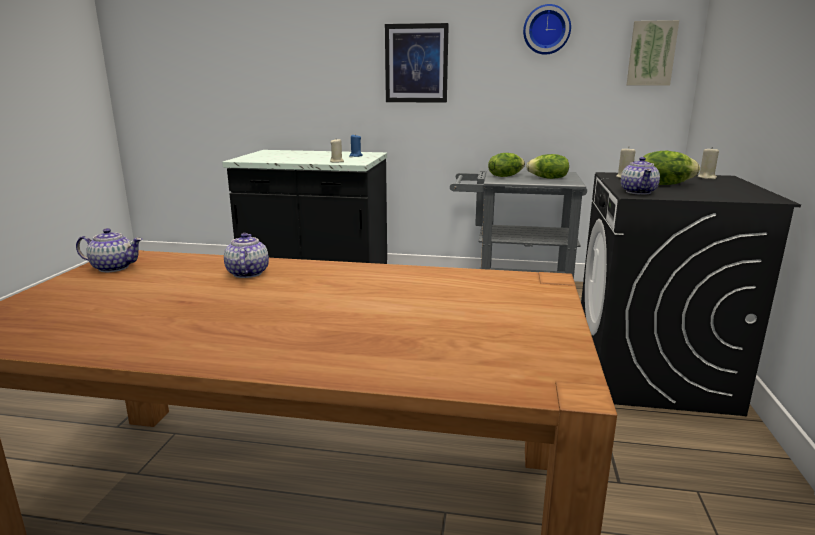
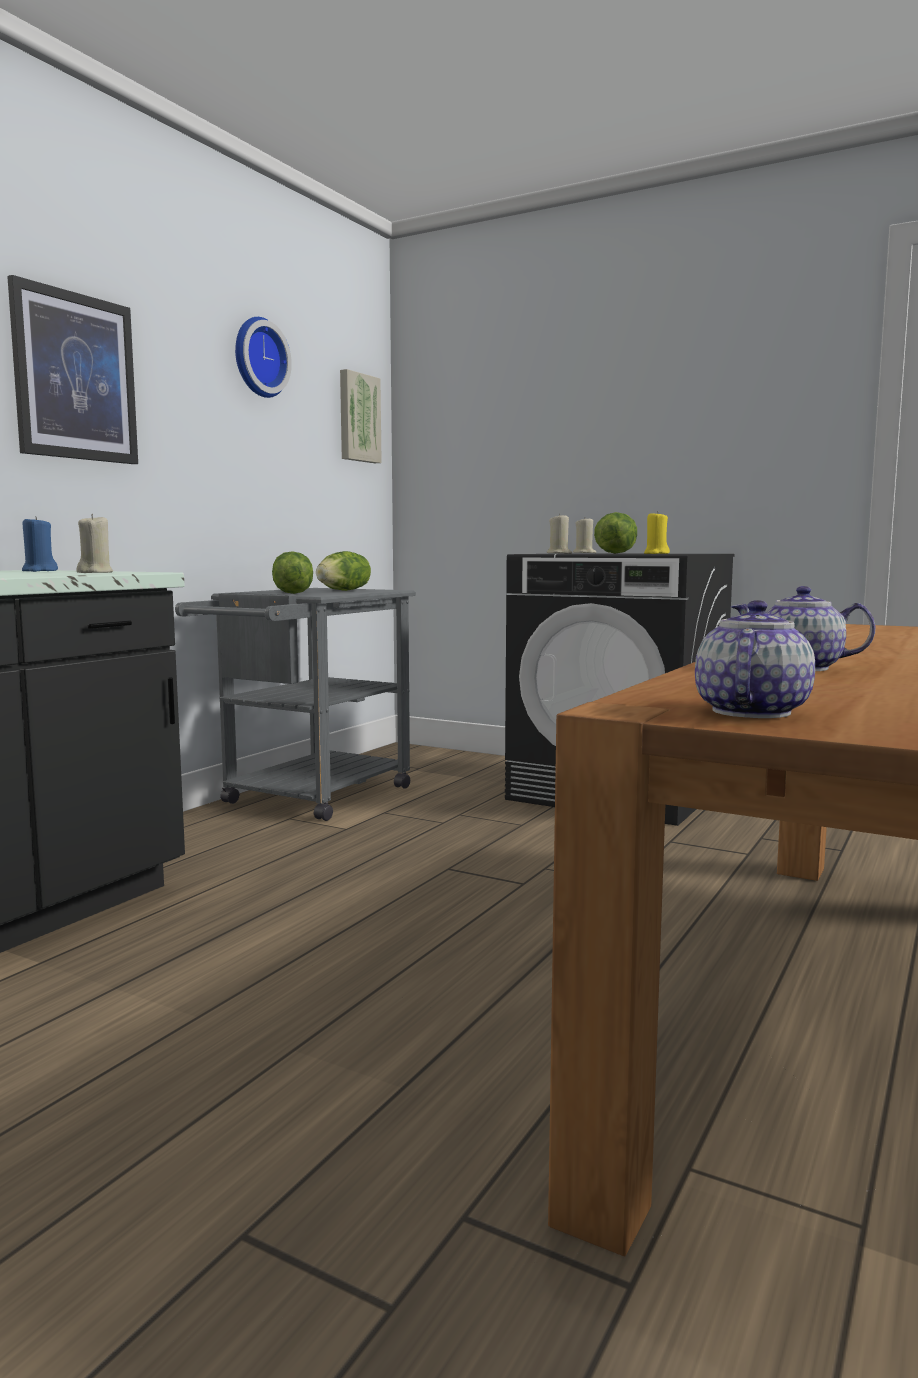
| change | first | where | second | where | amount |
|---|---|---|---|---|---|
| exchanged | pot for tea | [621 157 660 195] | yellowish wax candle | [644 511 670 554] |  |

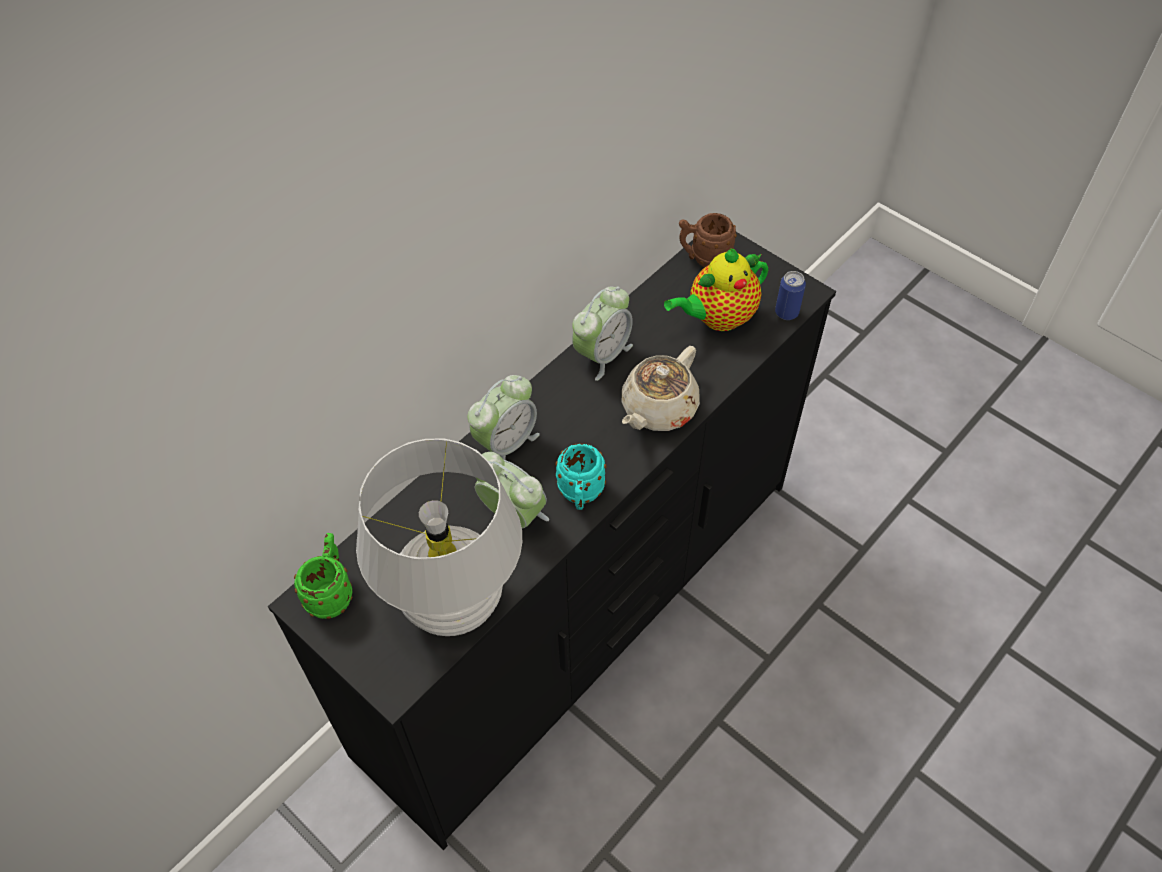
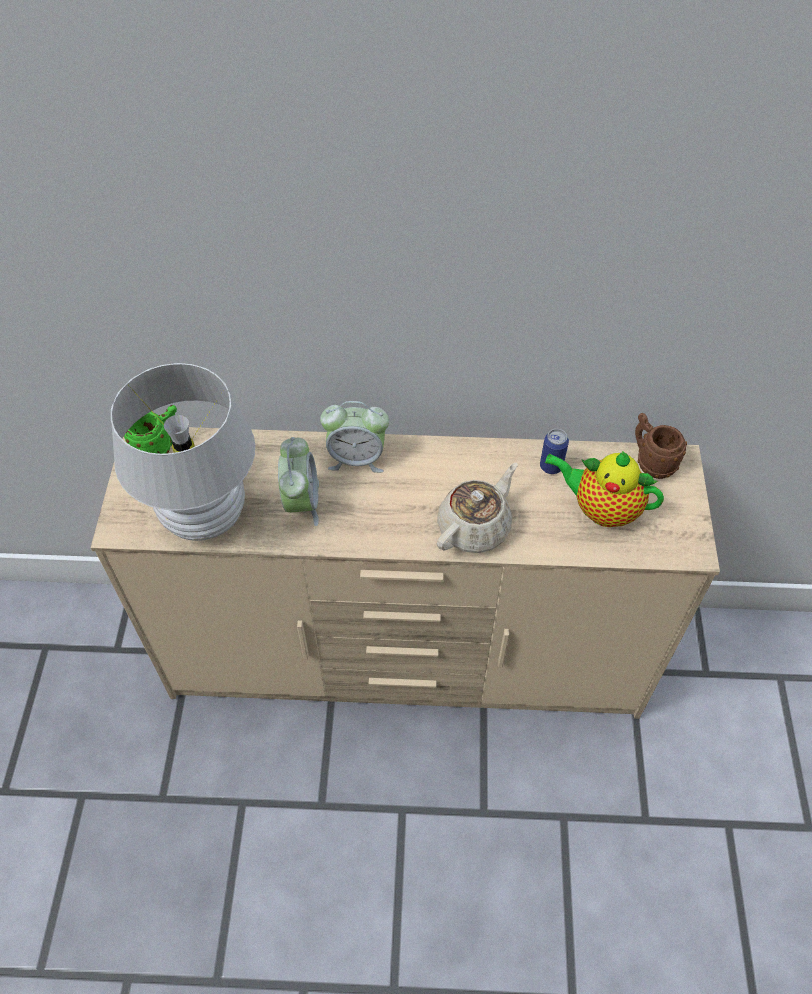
| change | first | where | second | where | amount |
|---|---|---|---|---|---|
| colour | blackish drawer chest | [268 232 836 850] | beige drawer chest | [90 427 720 719] |  |
| spun | beige pot for tea | [622 346 700 431] |  | [437 463 518 553] | 135 degrees clockwise |
| relocated | sealed can | [775 271 806 320] |  | [540 429 569 474] |  |
| missing | blue-green coffee mug | [555 443 607 510] |  |  |  |
| missing | table clock | [572 287 633 381] |  |  |  |

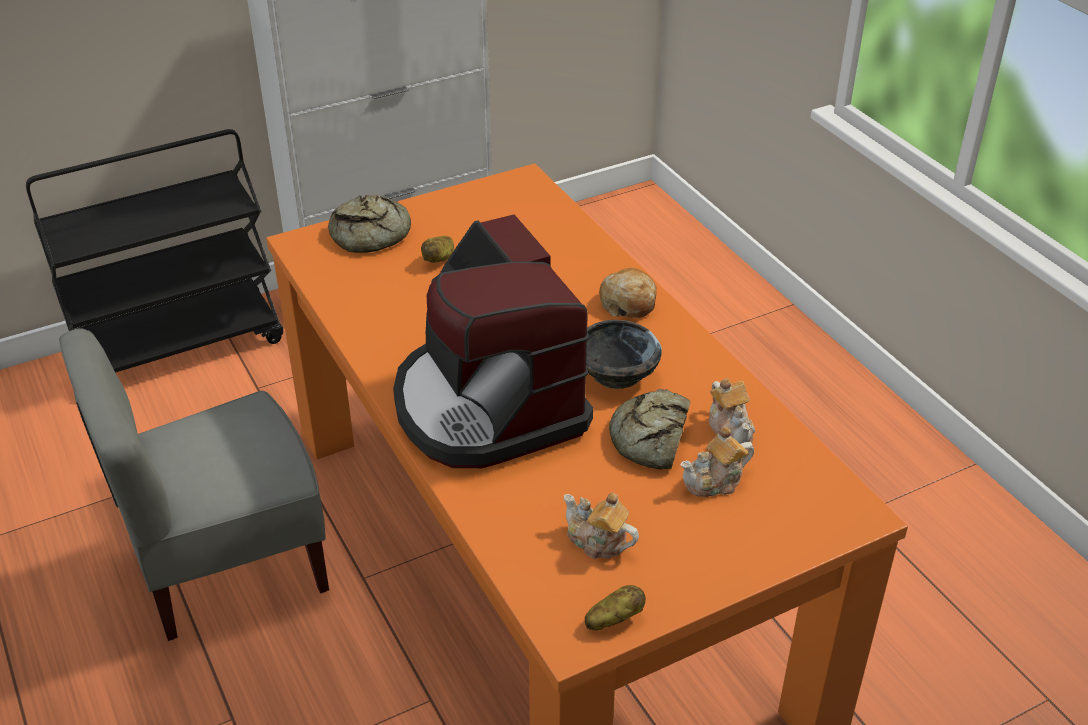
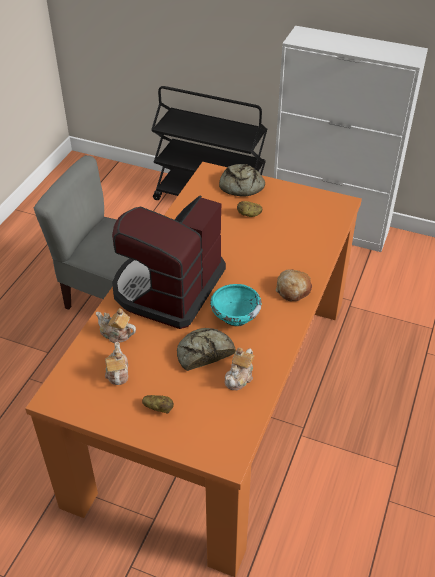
| change | first | where | second | where | amount |
|---|---|---|---|---|---|
| relocated | pot for tea | [681 426 754 497] |  | [96 308 136 343] |  |
| relocated | spud | [585 585 646 631] |  | [142 395 174 414] |  |
| colour | blackish bowl | [586 320 662 389] | blue-green bowl | [210 284 262 326] |  |

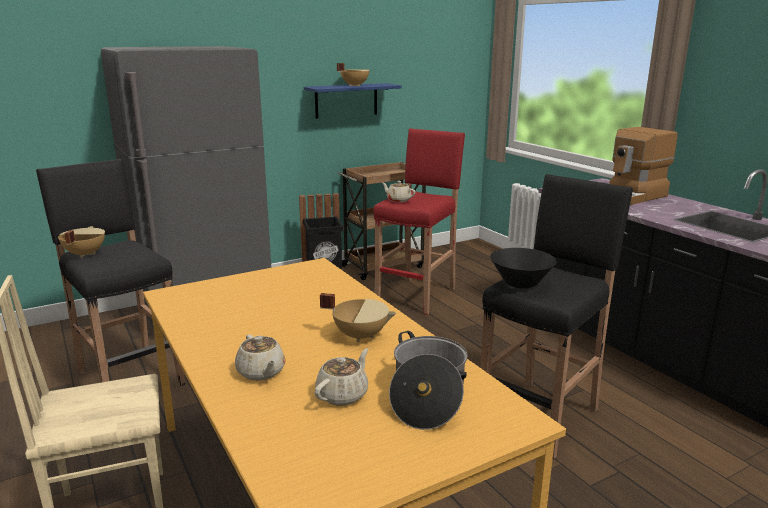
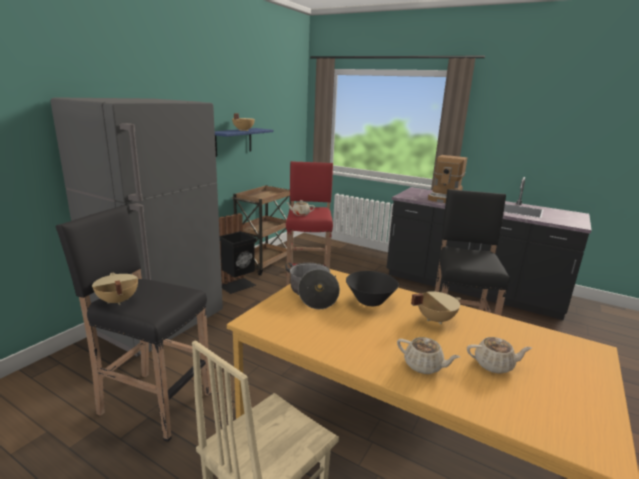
| change | first | where | second | where | amount |
|---|---|---|---|---|---|
| relocated | cooking pot | [389 331 468 430] |  | [285 262 340 309] |  |
| relocated | blackish bowl | [490 248 557 288] |  | [346 271 399 306] |  |
| spun | beige pot for tea | [314 348 369 405] |  | [467 337 532 374] | 90 degrees clockwise |

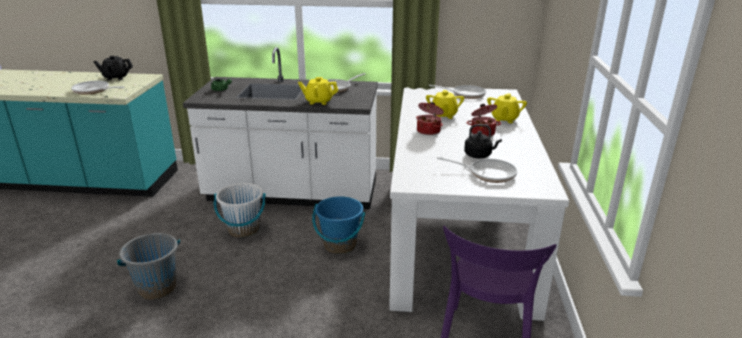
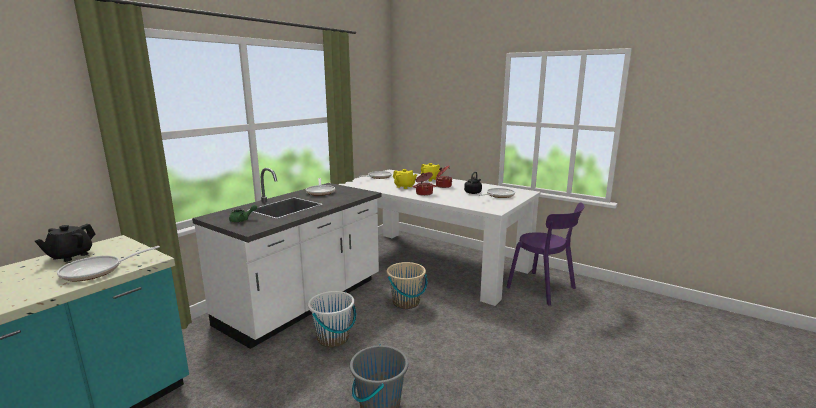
| change | first | where | second | where | amount |
|---|---|---|---|---|---|
| colour | bluish pail | [312 196 365 254] | beige pail | [387 262 427 309] |  |
| missing | yellowish pot for tea | [298 77 339 105] |  |  |  |

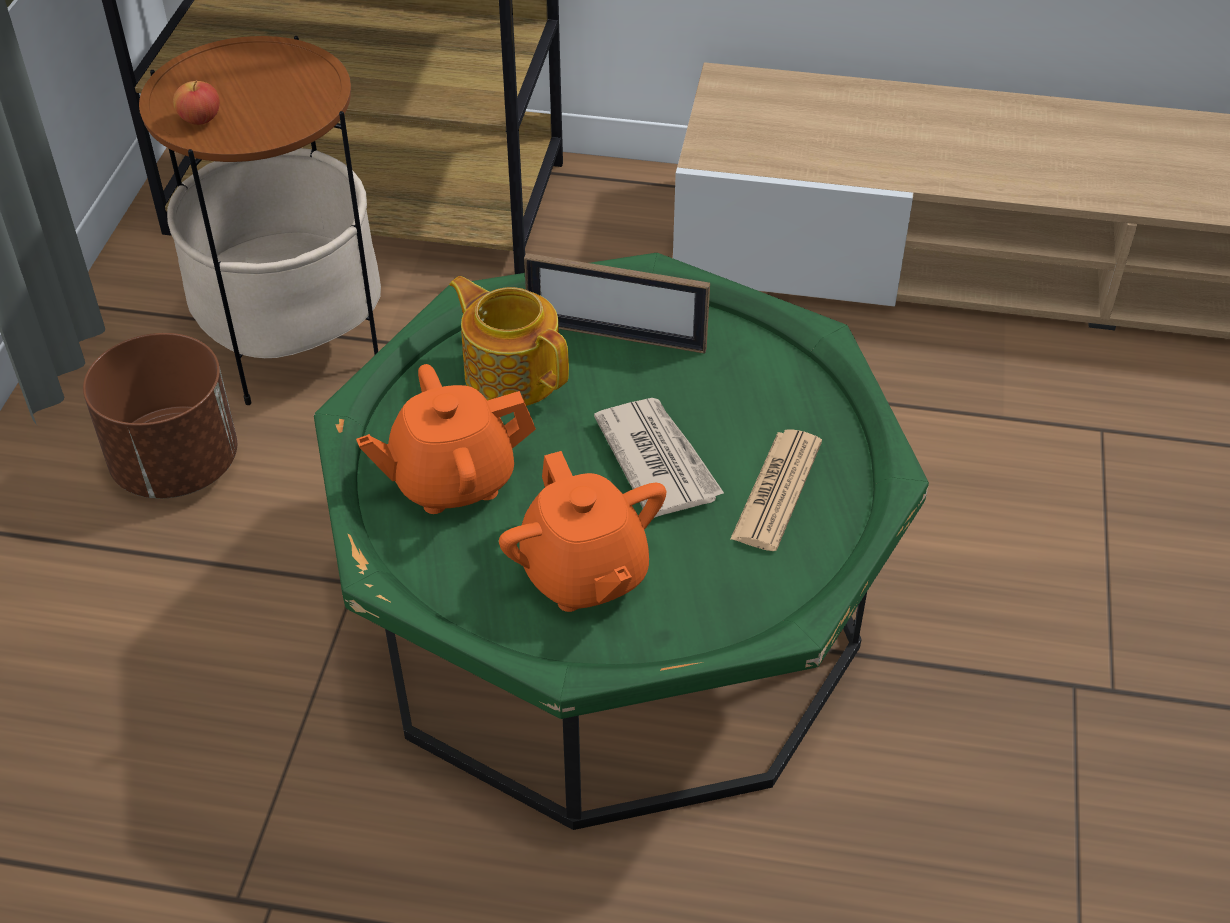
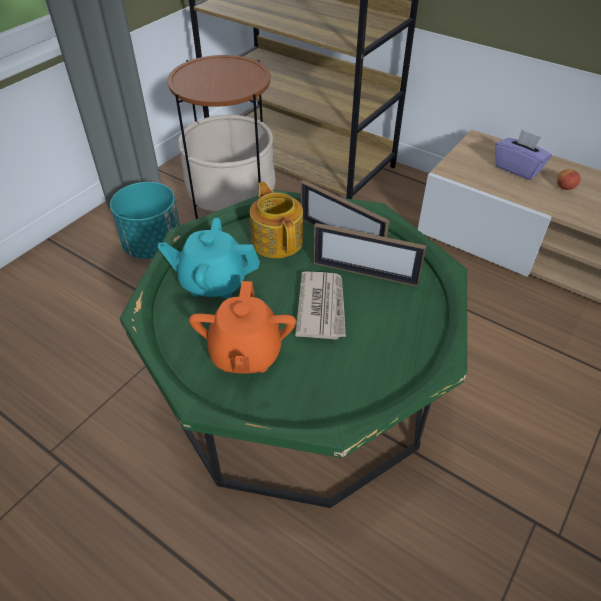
| change | first | where | second | where | amount |
|---|---|---|---|---|---|
| colour | brown flower pot | [83 333 237 499] | blue-green flower pot | [110 182 180 259] |  |
| colour | orangey pot for tea | [356 364 536 514] | blue-green pot for tea | [158 218 260 299] |  |
| appeared |  |  | photo frame | [313 223 426 287] |  |
| appeared |  |  | purple tissue holder | [495 130 552 180] |  |
| relocated | whole apple | [173 81 220 125] |  | [557 169 580 190] |  |
| missing | newspaper | [730 429 822 551] |  |  |  |

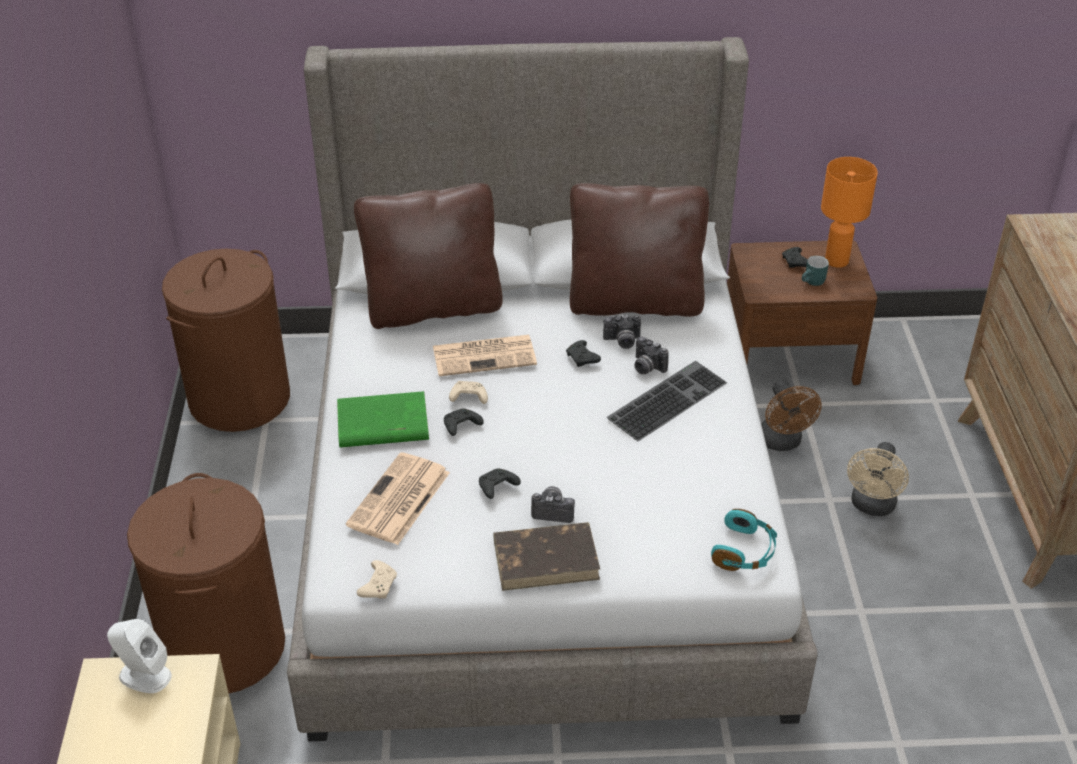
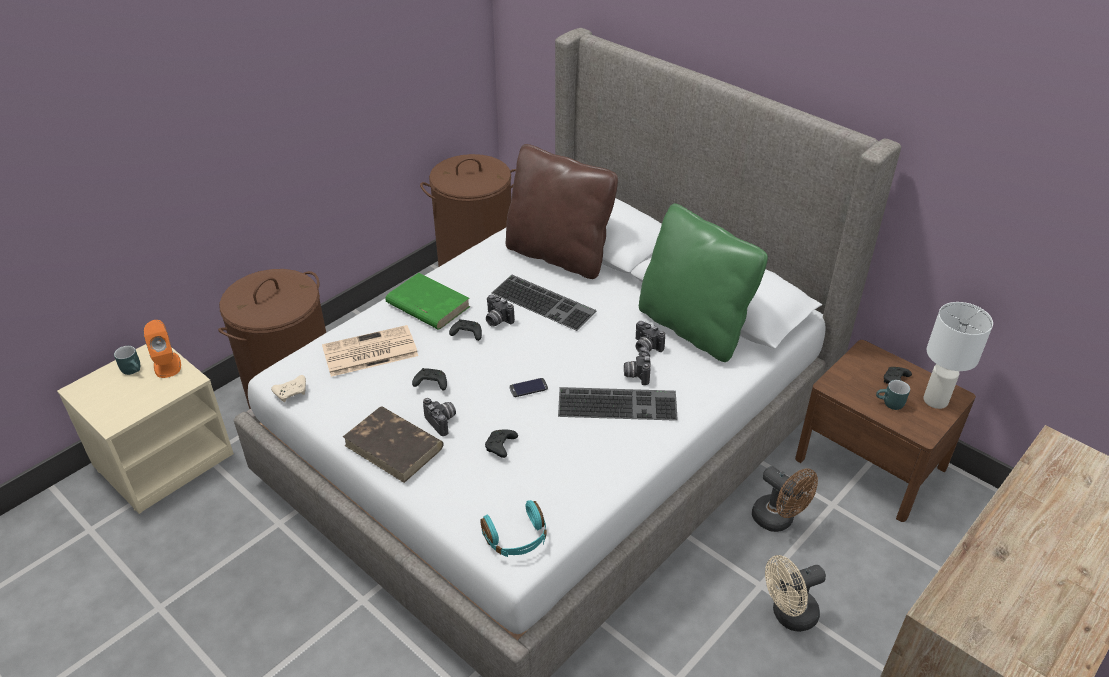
| change | first | where | second | where | amount |
|---|---|---|---|---|---|
| appeared |  |  | blue-green coffee mug | [114 346 140 375] |  |
| colour | white loudspeaker | [107 619 172 693] | orangey loudspeaker | [144 320 181 378] |  |
| relocated | blackish joypad | [566 340 601 367] |  | [485 430 518 458] |  |
| exchanged | beige joypad | [449 381 488 404] | still camera | [486 294 515 326] |  |
| exchanged | newspaper | [433 335 537 376] | PC keyboard | [491 275 597 331] |  |
| appeared |  |  | phone | [509 378 548 397] |  |
| colour | brown cushion | [570 183 709 317] | greenish cushion | [639 204 768 362] |  |
| spun | brown electric fan | [761 380 822 451] |  | [752 466 818 532] | 75 degrees counterclockwise |
| colour | orangey lamp for a table | [821 157 878 268] | white lamp for a table | [923 302 993 409] |  |

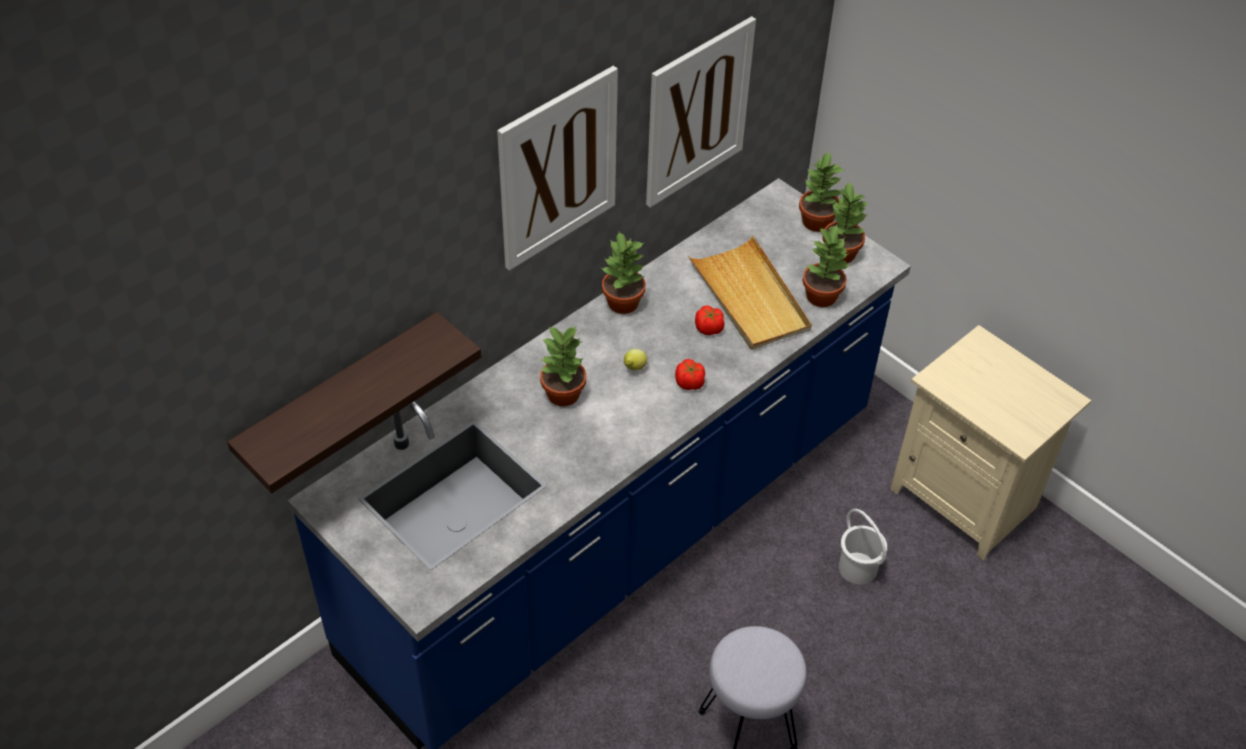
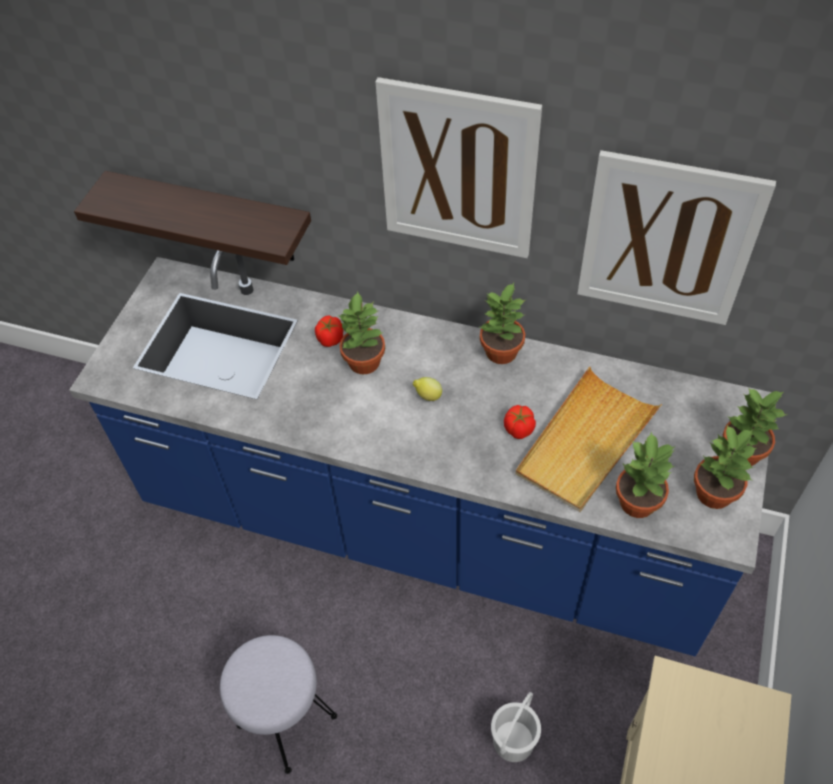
| change | first | where | second | where | amount |
|---|---|---|---|---|---|
| relocated | fresh tomato | [675 359 705 390] |  | [315 315 344 347] |  |

